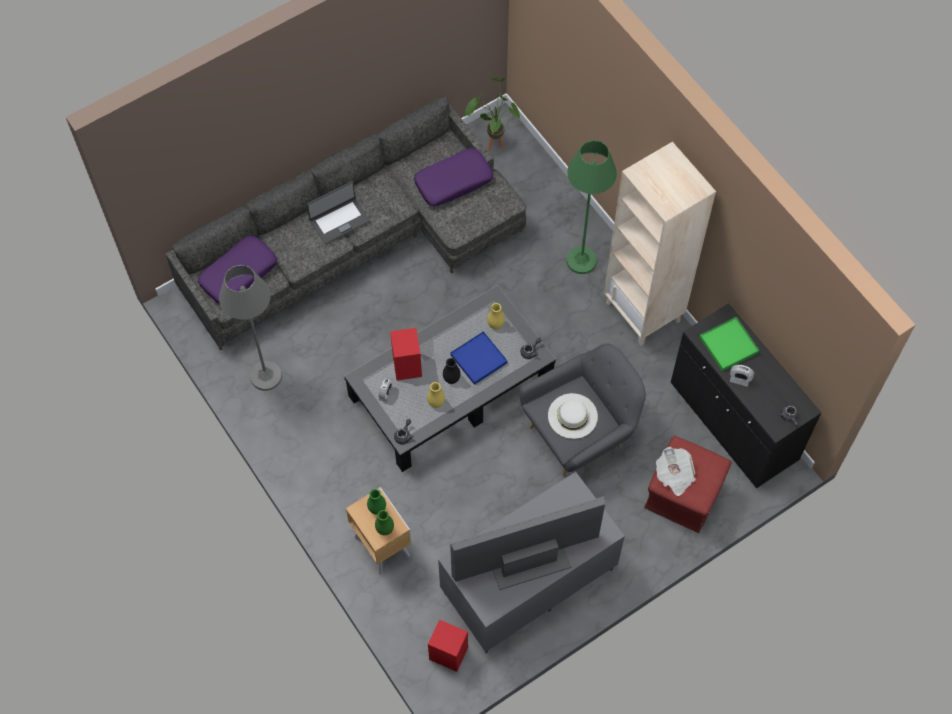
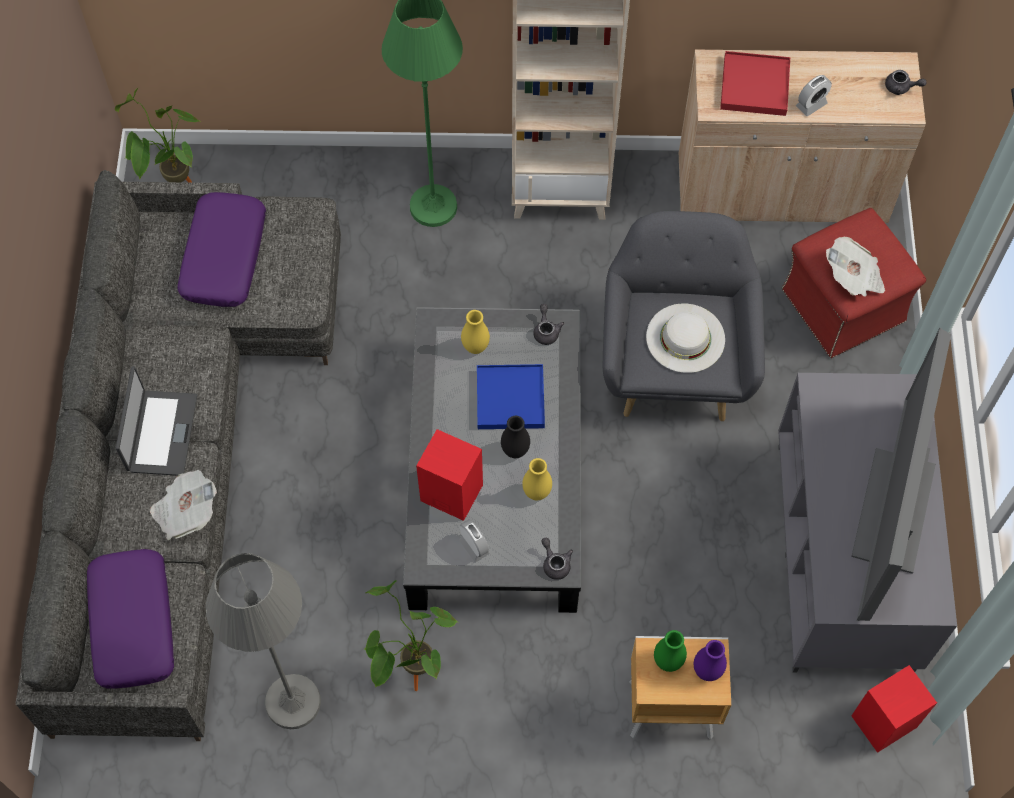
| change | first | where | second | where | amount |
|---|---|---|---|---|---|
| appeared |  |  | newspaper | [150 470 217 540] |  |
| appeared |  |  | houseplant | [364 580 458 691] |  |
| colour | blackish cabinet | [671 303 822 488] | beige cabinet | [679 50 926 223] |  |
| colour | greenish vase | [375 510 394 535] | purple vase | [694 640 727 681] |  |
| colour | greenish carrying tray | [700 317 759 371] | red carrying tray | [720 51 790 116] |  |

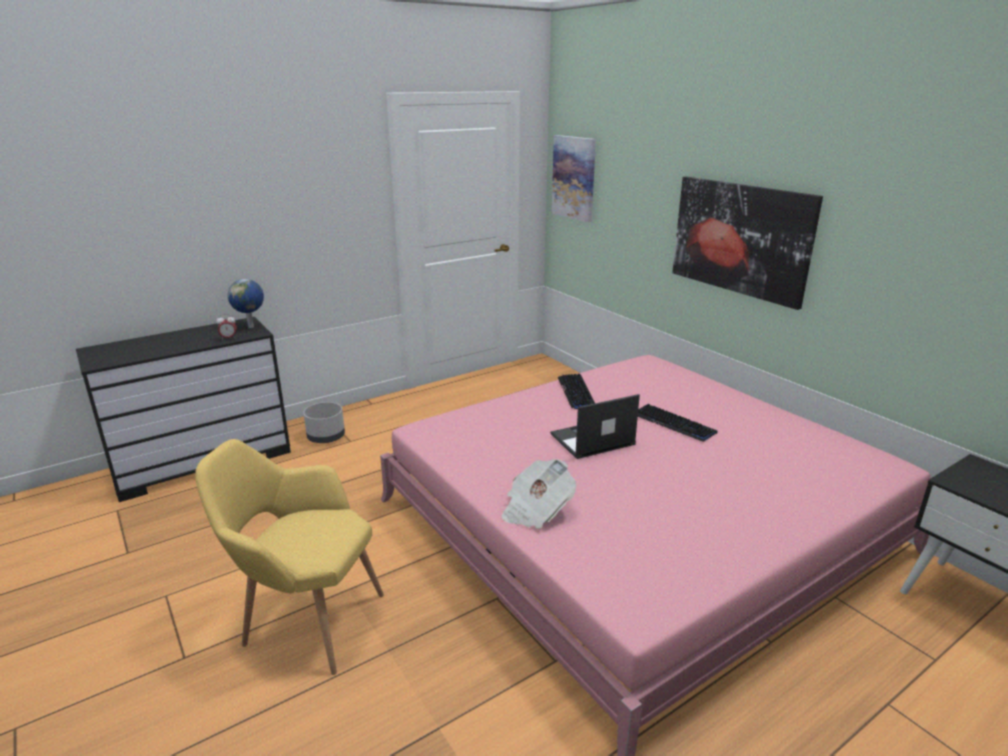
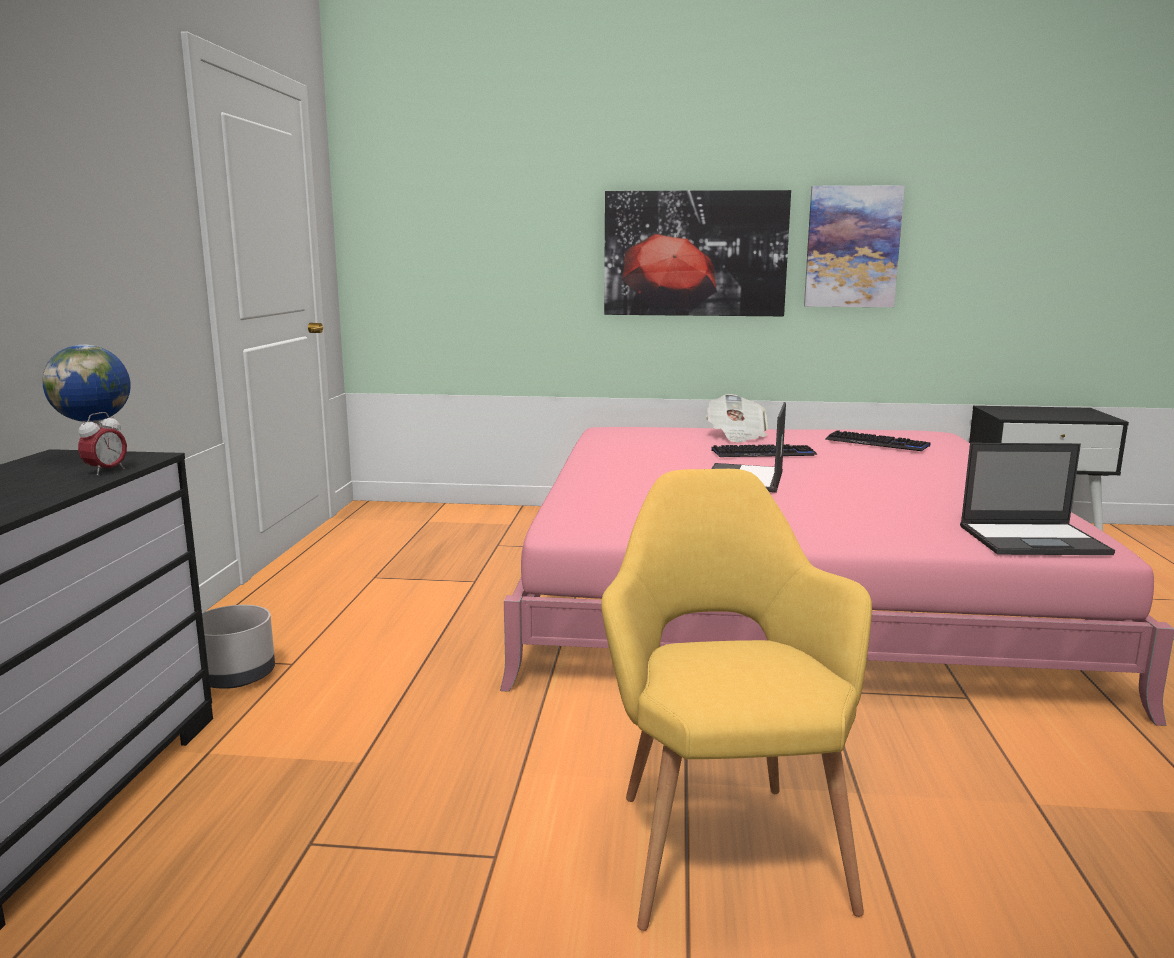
| change | first | where | second | where | amount |
|---|---|---|---|---|---|
| spun | yellowish easy chair | [195 439 384 675] |  | [601 469 872 931] | 120 degrees clockwise |
| relocated | newspaper | [501 459 576 529] |  | [706 394 768 443] |  |
| relocated | wall art | [552 135 596 222] |  | [804 185 905 307] |  |
| relocated | PC keyboard | [558 374 595 409] |  | [825 430 930 451] |  |
| appeared |  |  | notebook computer | [960 443 1115 555] |  |

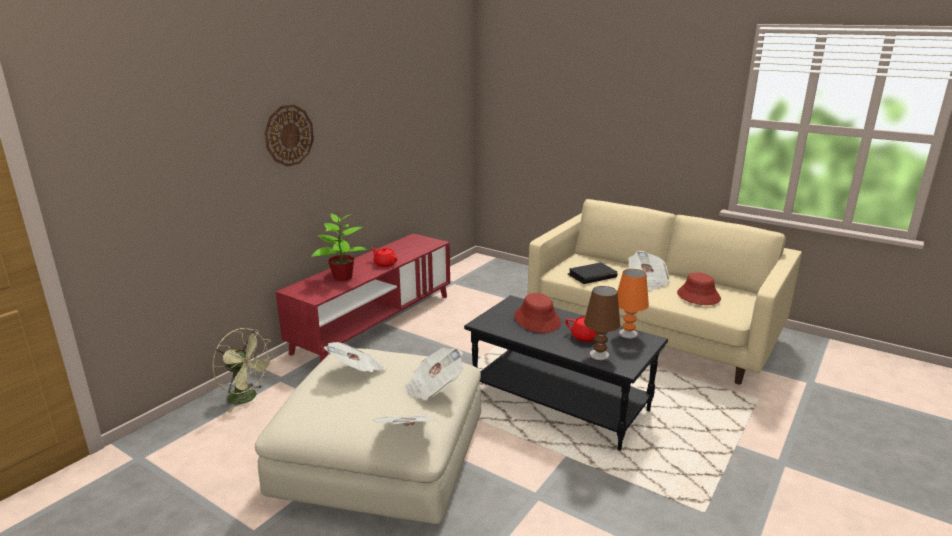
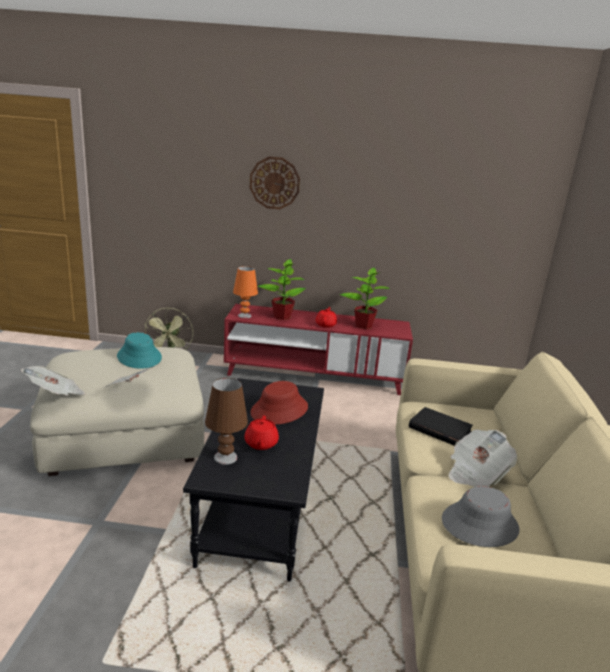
| change | first | where | second | where | amount |
|---|---|---|---|---|---|
| exchanged | newspaper | [324 342 387 372] | blue-green clothing hat | [117 332 162 369] |  |
| relocated | orangey lamp for a table | [617 269 649 338] |  | [233 266 258 318] |  |
| appeared |  |  | houseplant | [340 268 390 329] |  |
| colour | red clothing hat | [677 272 721 305] | grey clothing hat | [442 486 519 547] |  |

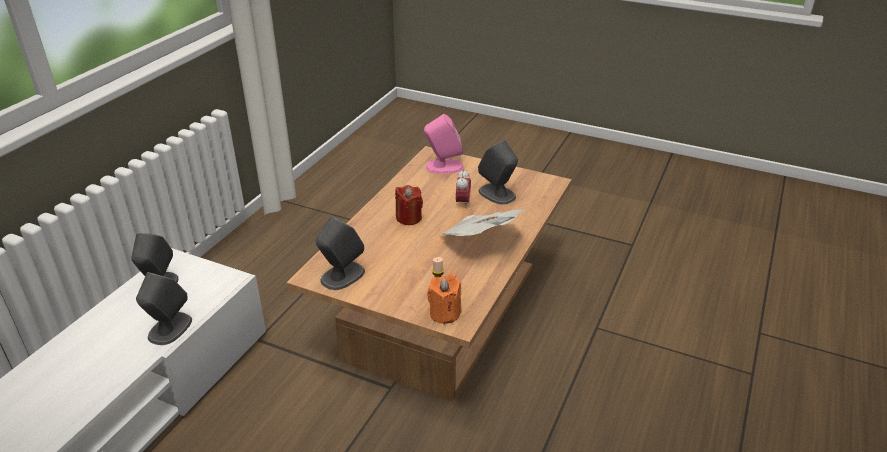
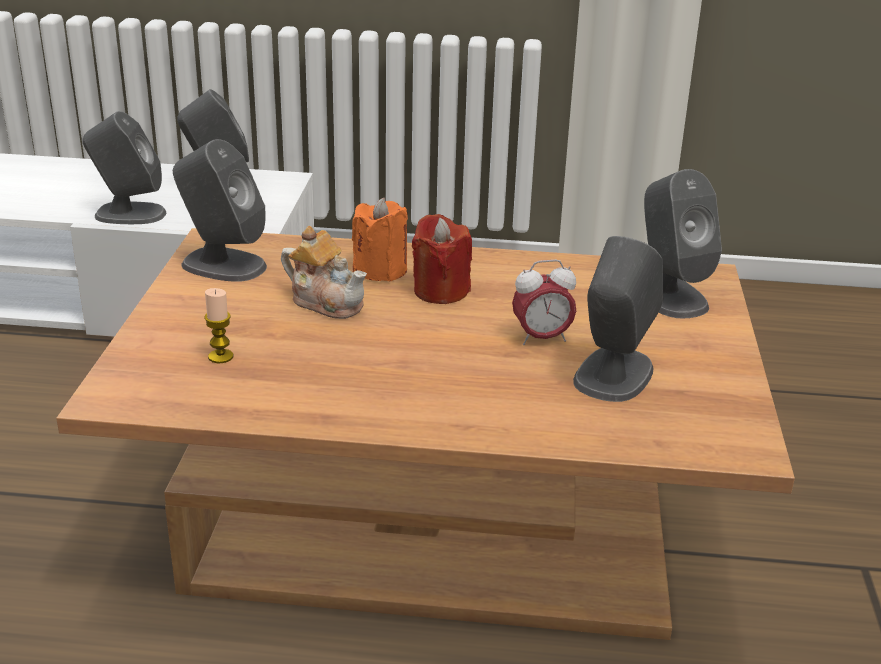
| change | first | where | second | where | amount |
|---|---|---|---|---|---|
| appeared |  |  | pot for tea | [281 226 367 319] |  |
| relocated | orangey wax candle | [427 274 462 325] |  | [352 198 408 281] |  |
| colour | pinkish loudspeaker | [424 114 464 174] | grey loudspeaker | [644 169 722 319] |  |
| missing | newspaper | [440 210 525 236] |  |  |  |

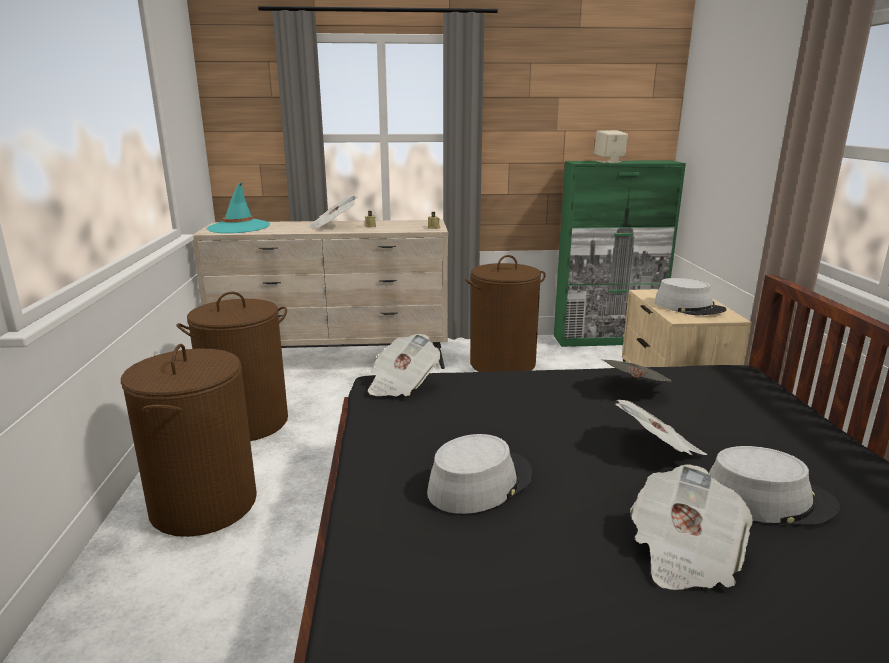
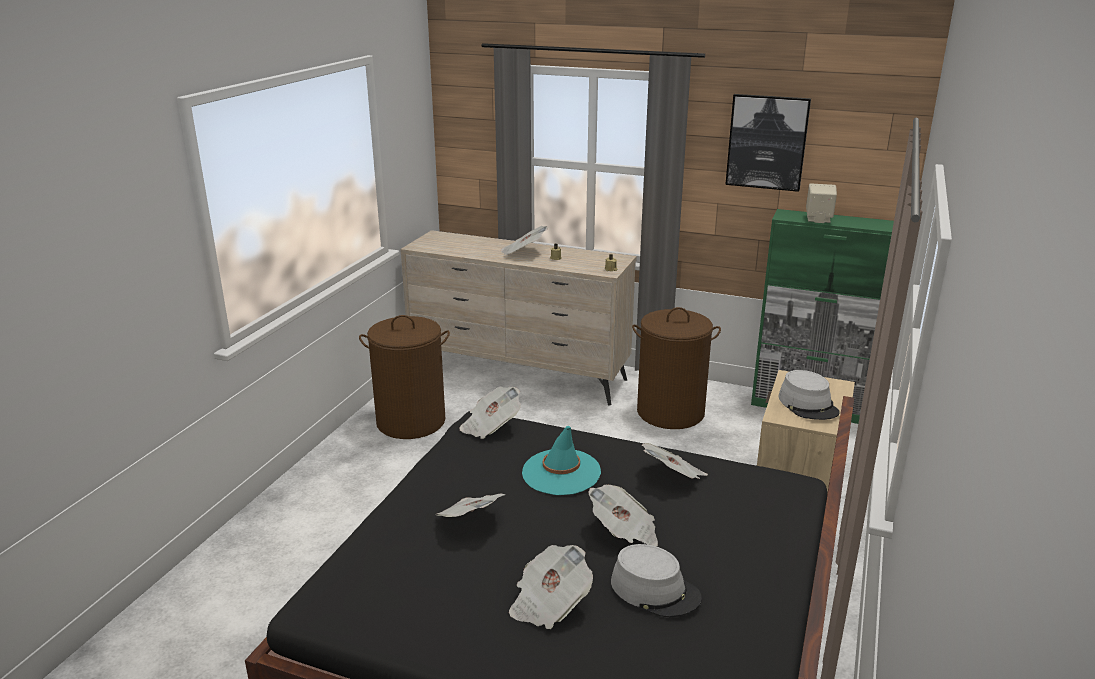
| change | first | where | second | where | amount |
|---|---|---|---|---|---|
| exchanged | grey clothing hat | [427 434 532 514] | newspaper | [437 493 506 517] |  |
| relocated | blue-green clothing hat | [207 182 270 233] |  | [522 426 601 495] |  |
| appeared |  |  | wall art | [725 94 811 192] |  |
| missing | brown laundry basket | [121 344 257 537] |  |  |  |

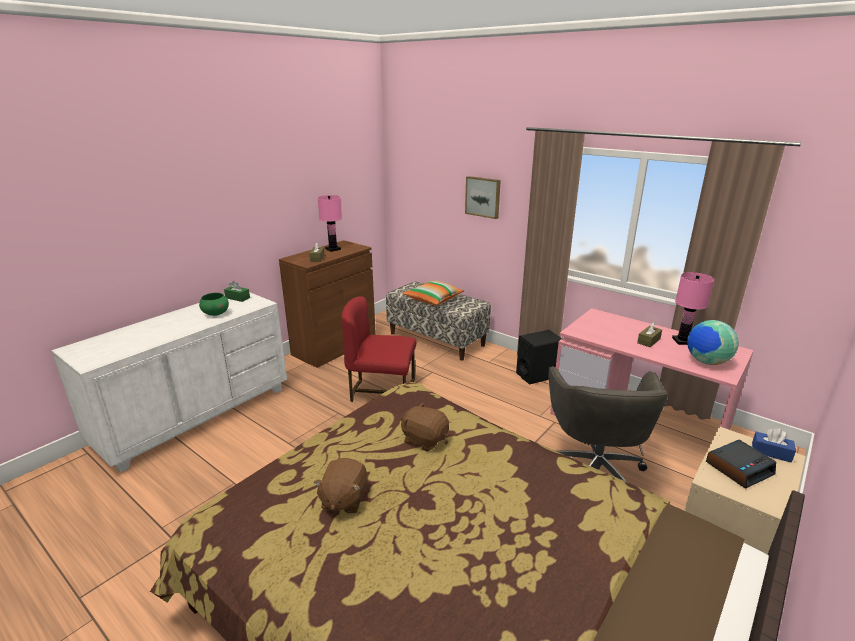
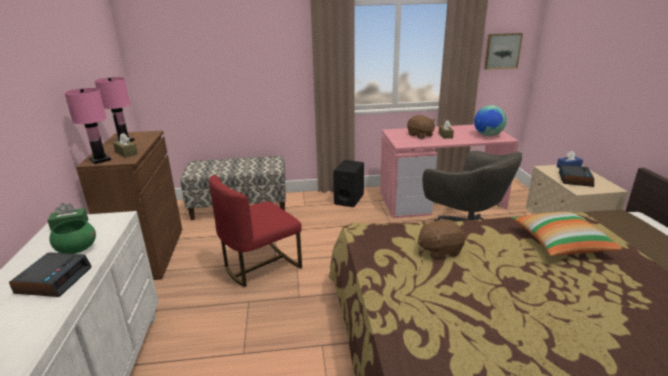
| change | first | where | second | where | amount |
|---|---|---|---|---|---|
| appeared |  |  | table clock | [9 252 92 297] |  |
| relocated | pinkish lamp for a table | [672 272 714 345] |  | [64 88 111 164] |  |
| relocated | brown soft toy | [314 458 367 514] |  | [407 115 435 139] |  |
| relocated | wall art | [465 176 501 219] |  | [484 33 523 70] |  |
| relocated | cushion | [402 281 464 305] |  | [512 212 622 256] |  |

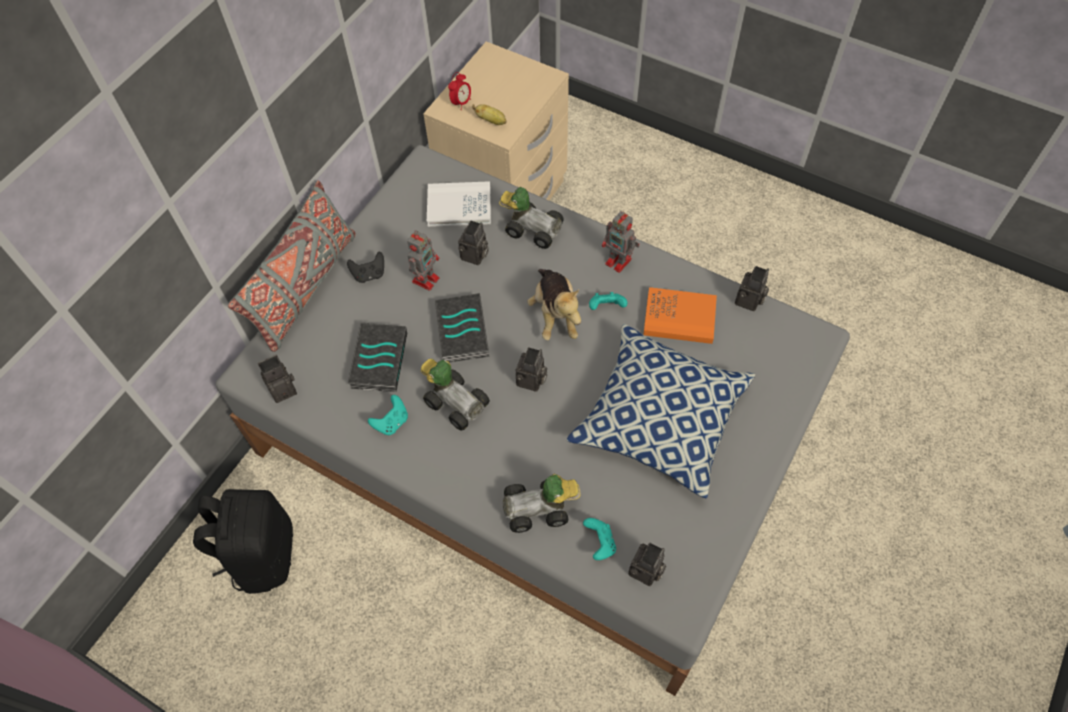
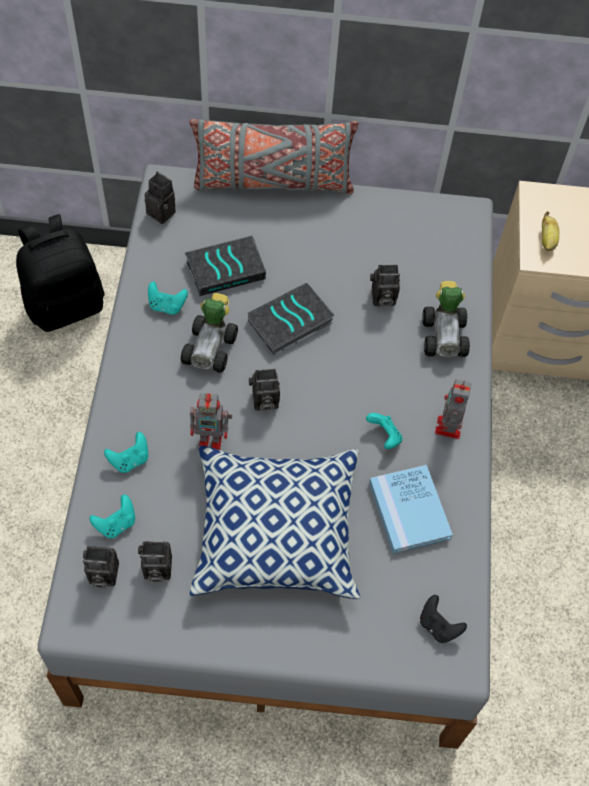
| change | first | where | second | where | amount |
|---|---|---|---|---|---|
| exchanged | miniature car | [502 474 581 533] | blue-green joypad | [104 432 148 473] |  |
| relocated | still camera | [735 266 769 311] |  | [138 541 172 583] |  |
| relocated | robot figure | [407 230 440 291] |  | [190 393 232 450] |  |
| colour | orangey volume | [643 287 717 344] | bluish volume | [369 465 453 554] |  |
| relocated | blackish joypad | [347 252 384 283] |  | [420 595 467 643] |  |
| missing | white volume | [427 181 491 227] |  |  |  |
| missing | table clock | [448 72 471 110] |  |  |  |
| missing | soft toy | [527 269 581 340] |  |  |  |

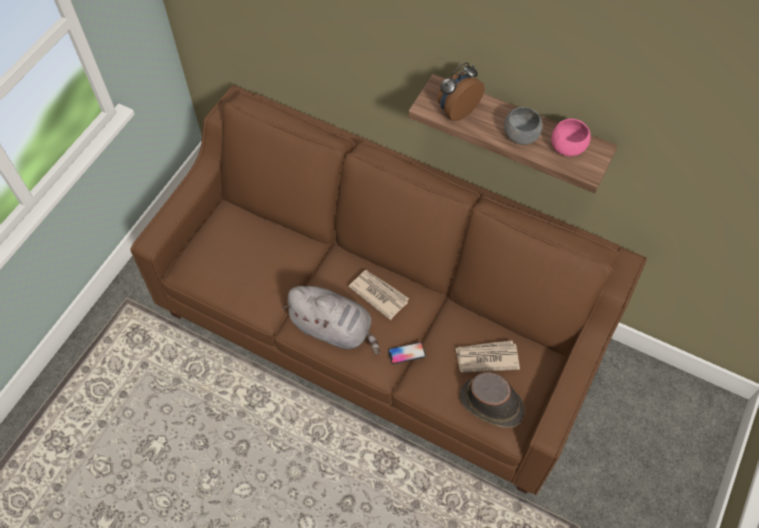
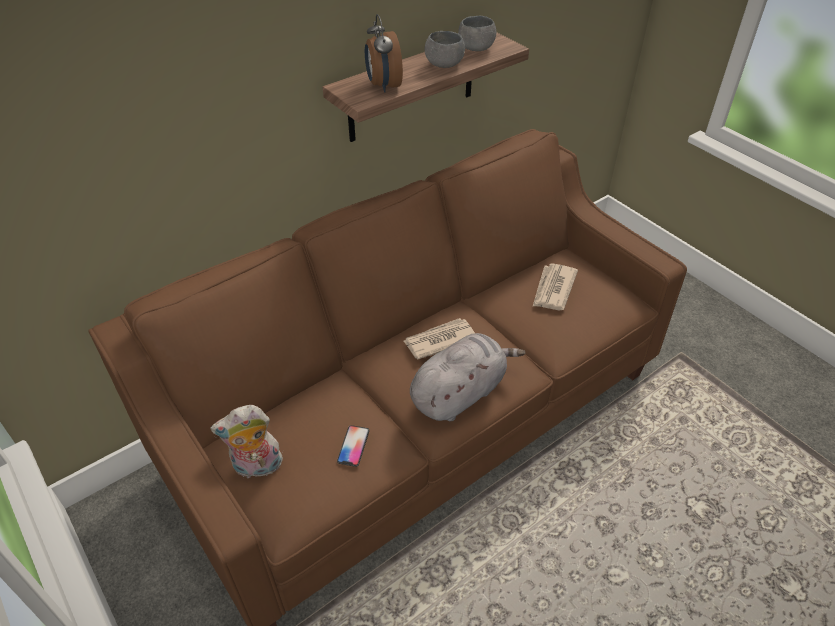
| change | first | where | second | where | amount |
|---|---|---|---|---|---|
| appeared |  |  | soft toy | [210 405 283 478] |  |
| relocated | phone | [388 342 426 364] |  | [337 425 369 467] |  |
| colour | pinkish bowl | [551 119 591 156] | grey bowl | [458 16 496 51] |  |
| missing | brown clothing hat | [459 372 525 428] |  |  |  |

